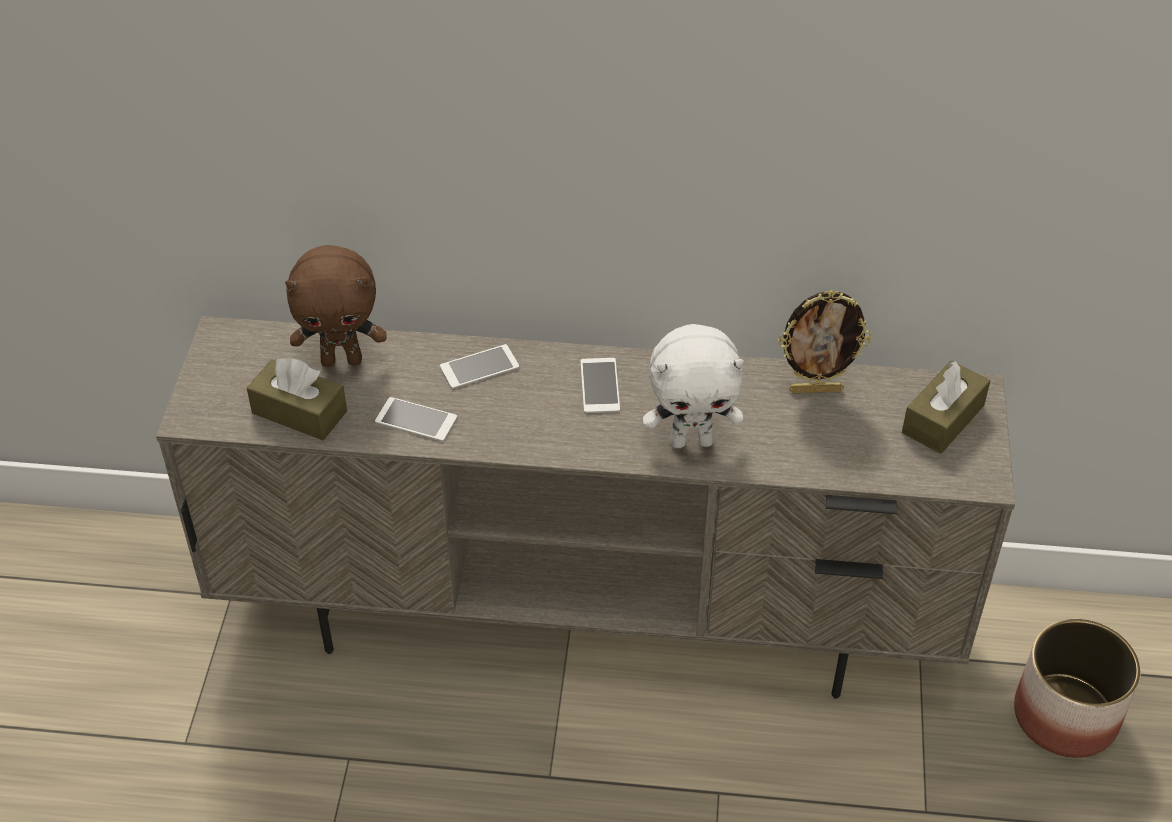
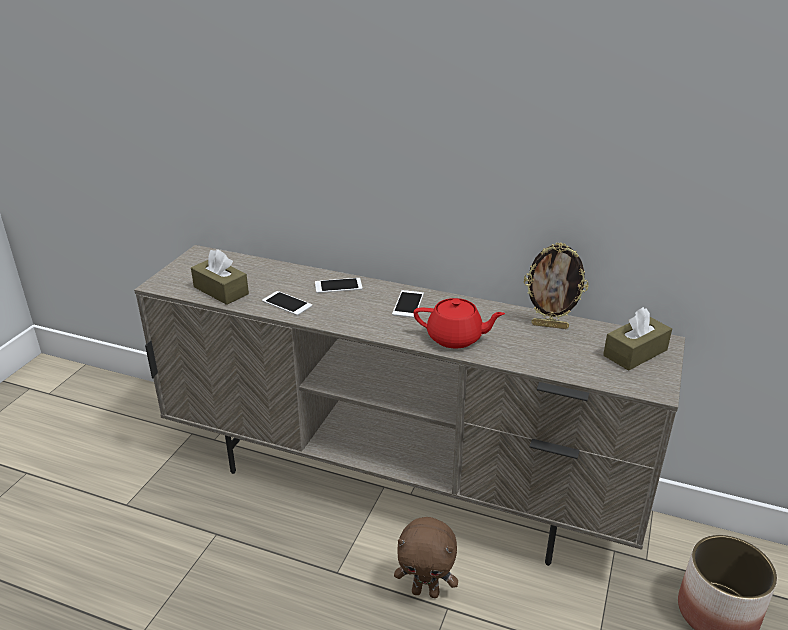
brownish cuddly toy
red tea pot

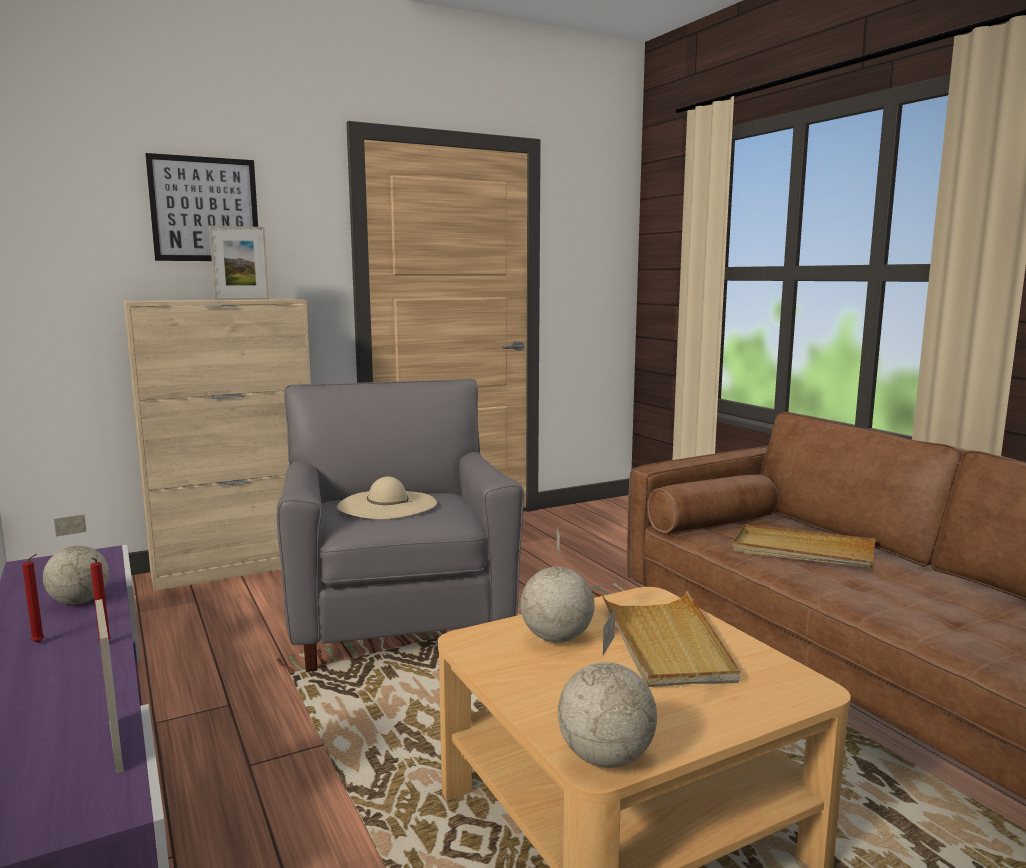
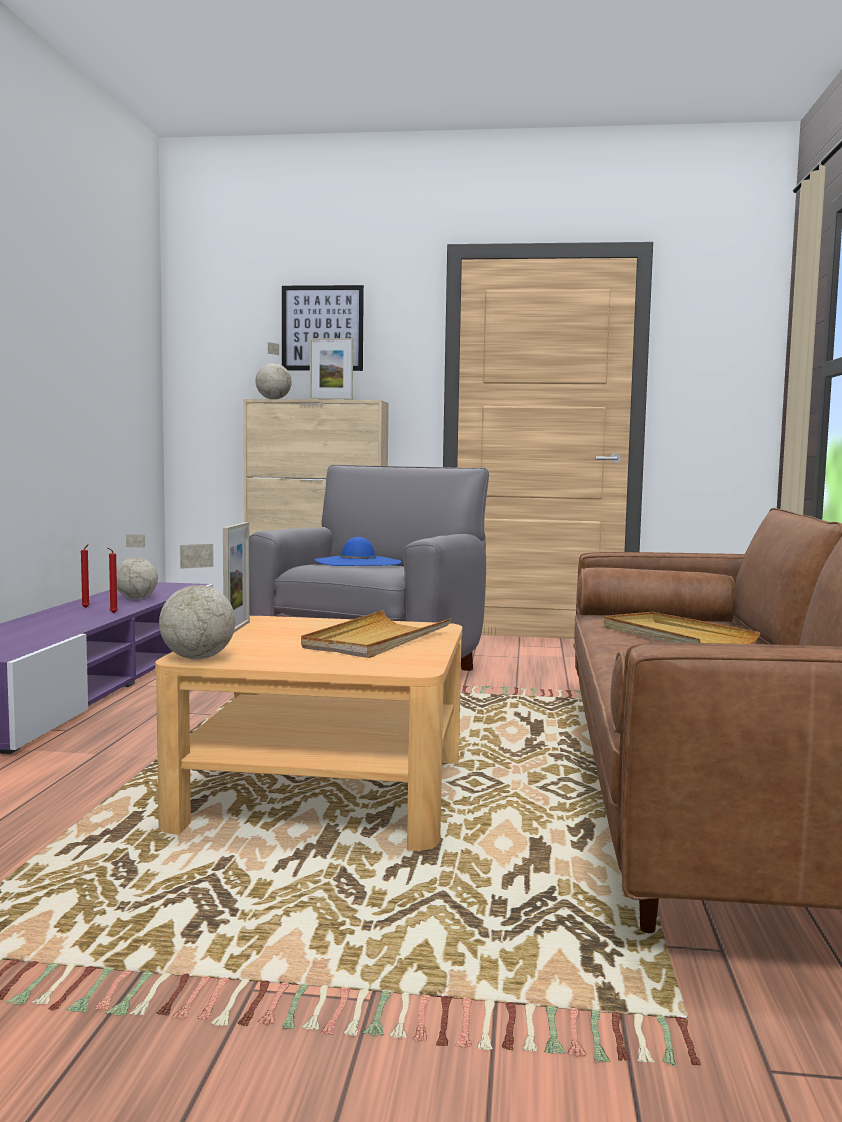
picture frame (1st from left)
desk globe (3rd from left)
blue hat

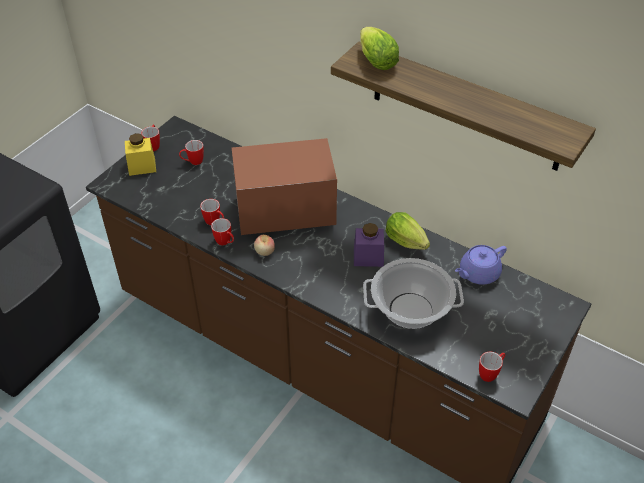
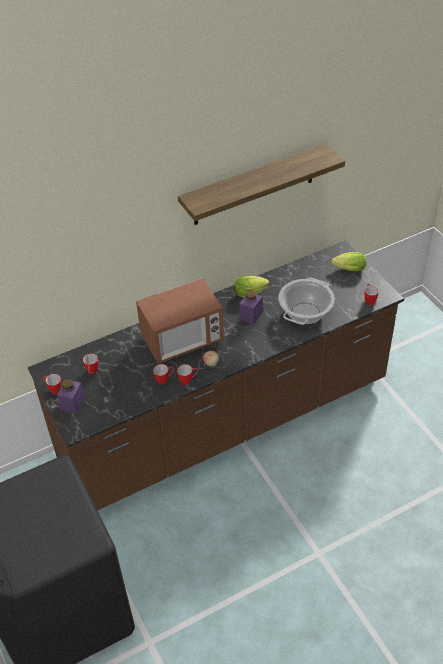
purplish tea pot
lettuce head (2nd from left)
purplish jar (1st from left)
microwave

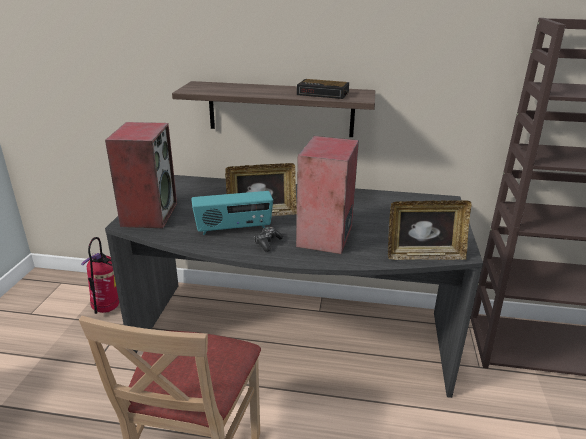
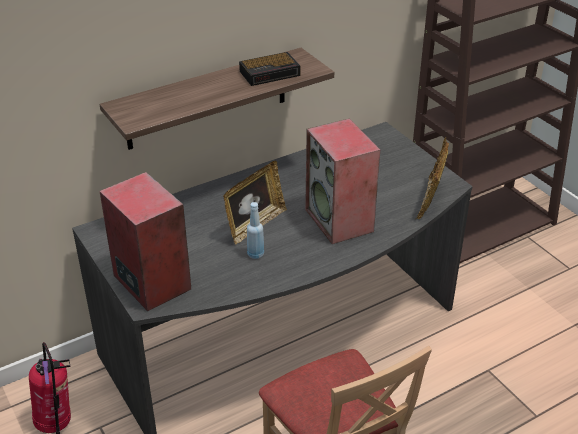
gamepad
blue drink bottle
picture frame (2nd from left)

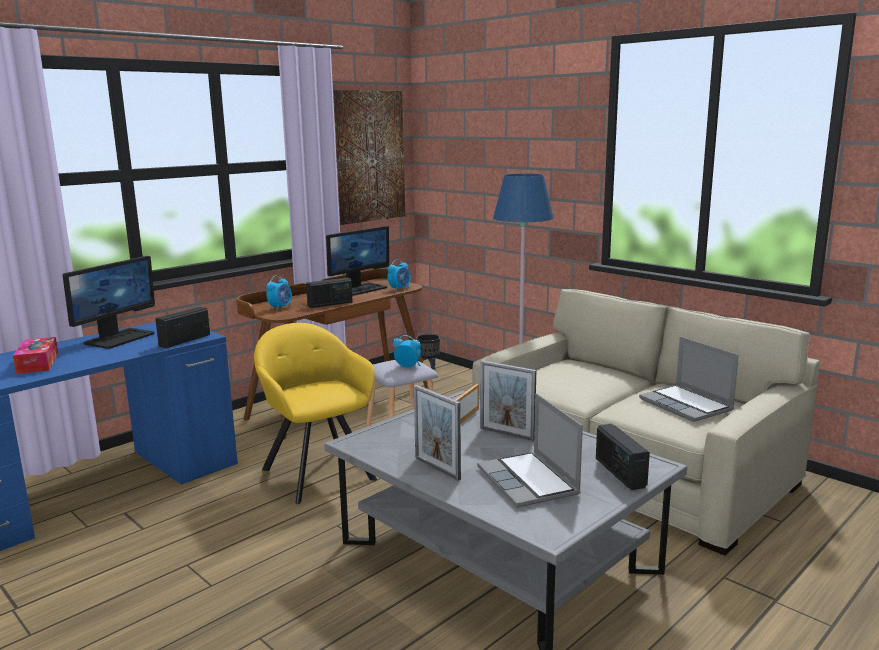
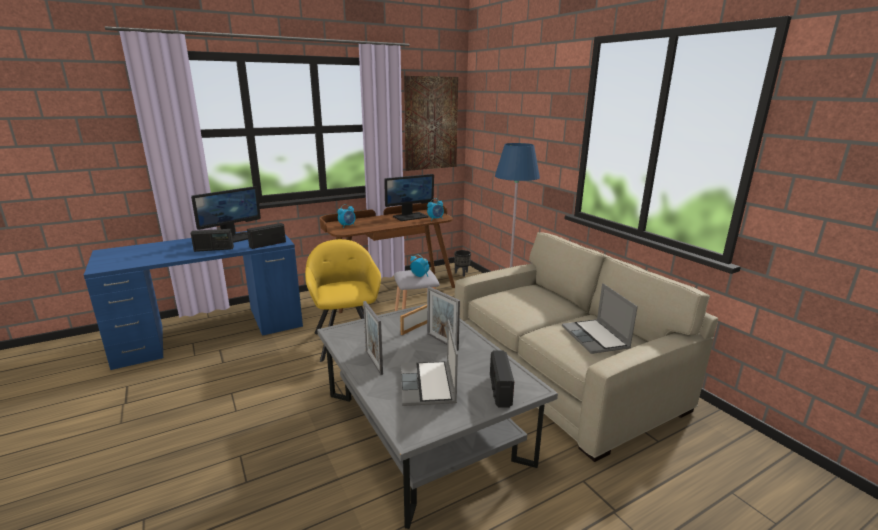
box of tissues
radio receiver (1st from left)

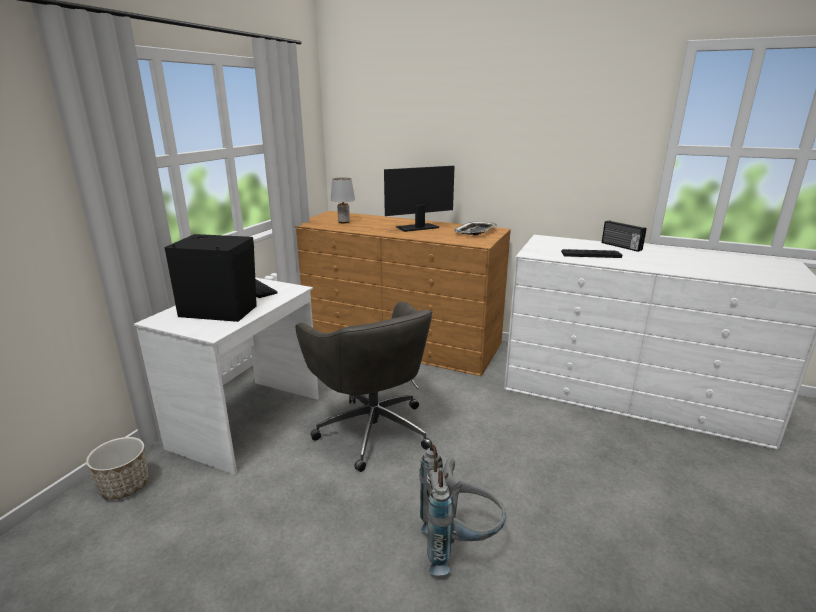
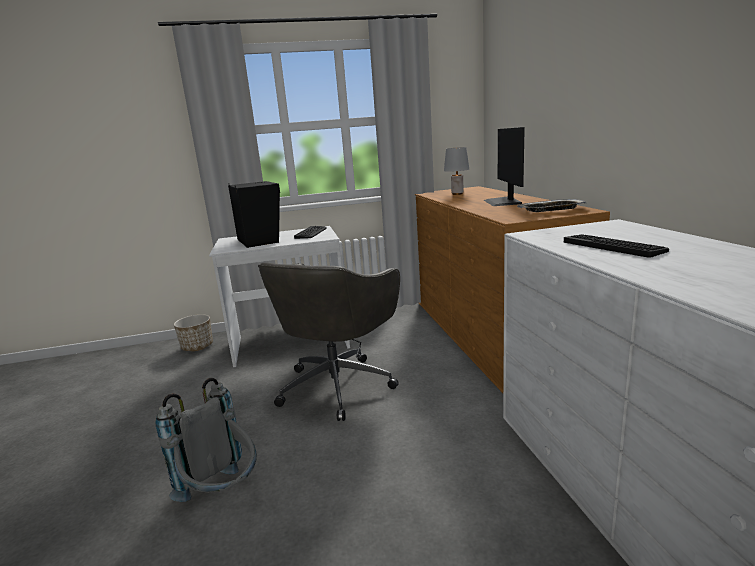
radio receiver
computer display

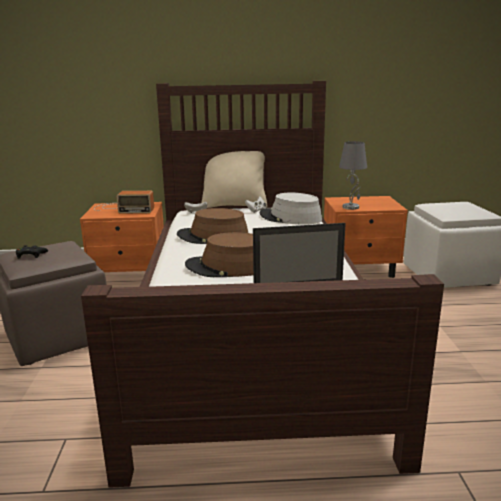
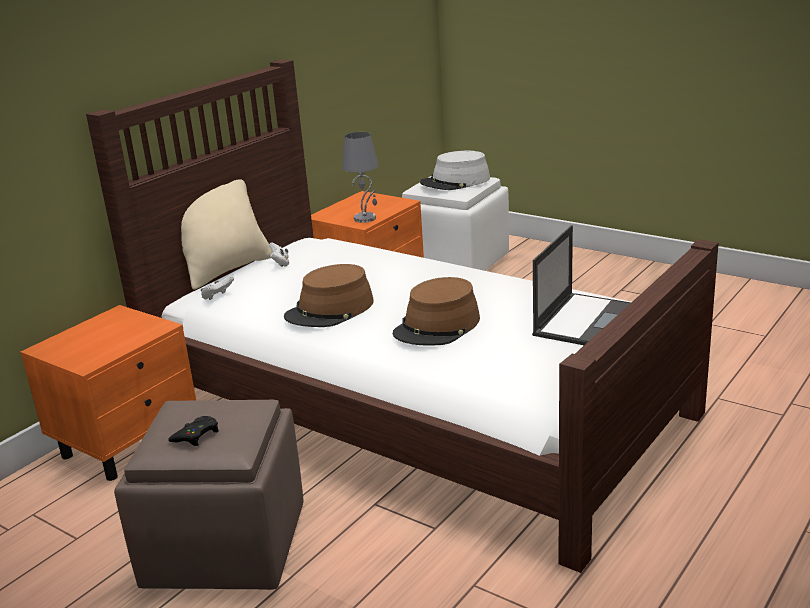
radio receiver
greyish hat

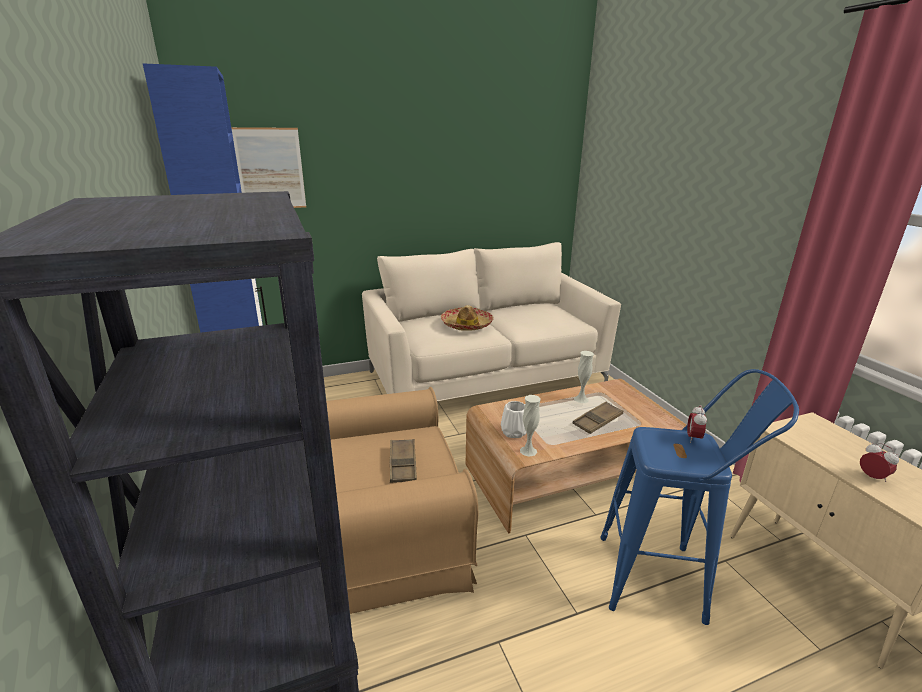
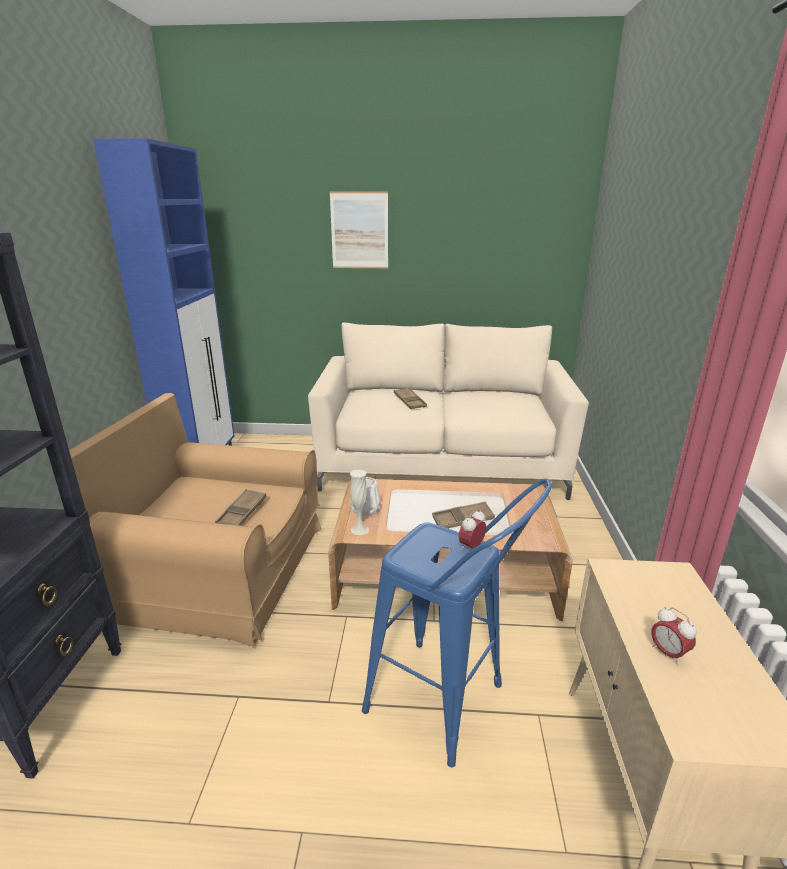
white flower vase (3rd from left in the first image)
wall art
brownish serving tray (2nd from left)
table clock (2nd from left)

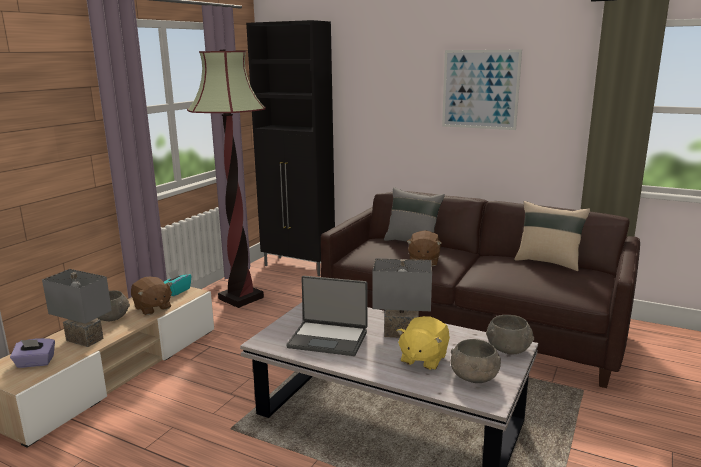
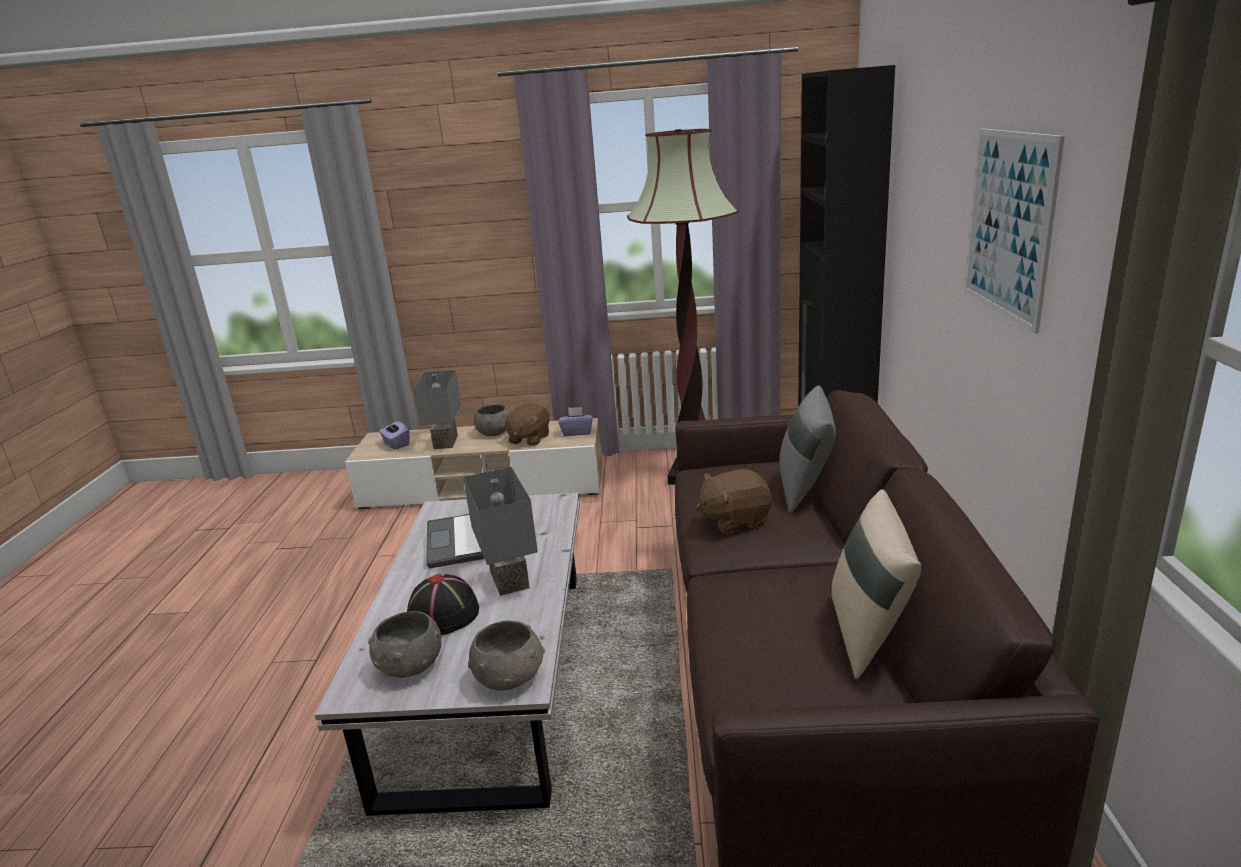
blackish hat
purplish box of tissues (2nd from left)

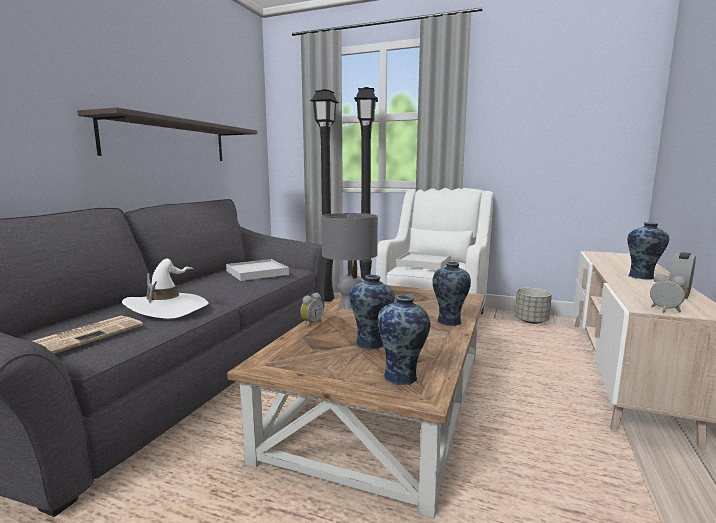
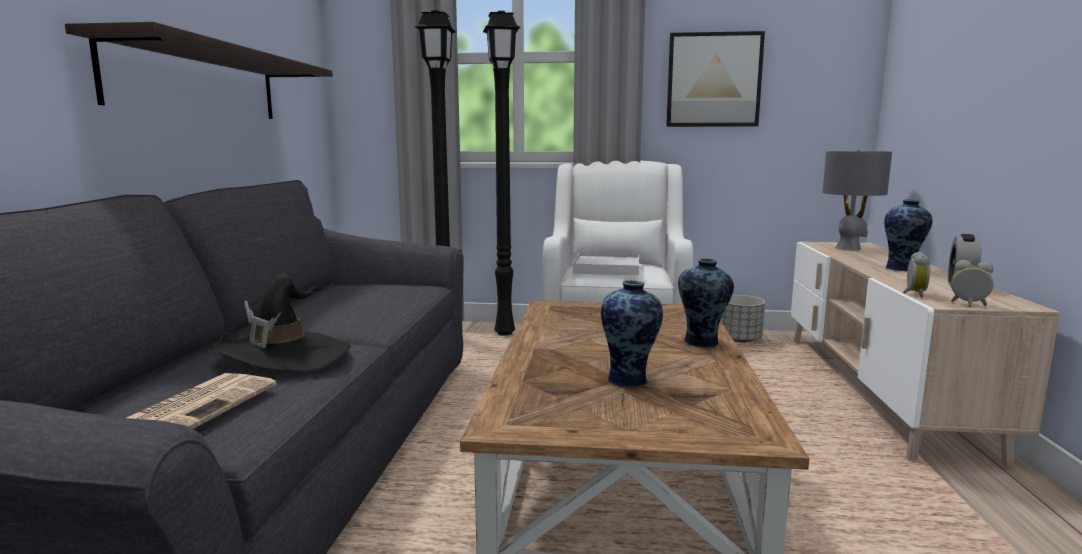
white serving tray (1st from left in the first image)
flower vase (2nd from left in the first image)
wall art
table clock (1st from left)
greyish table lamp
blackish hat

